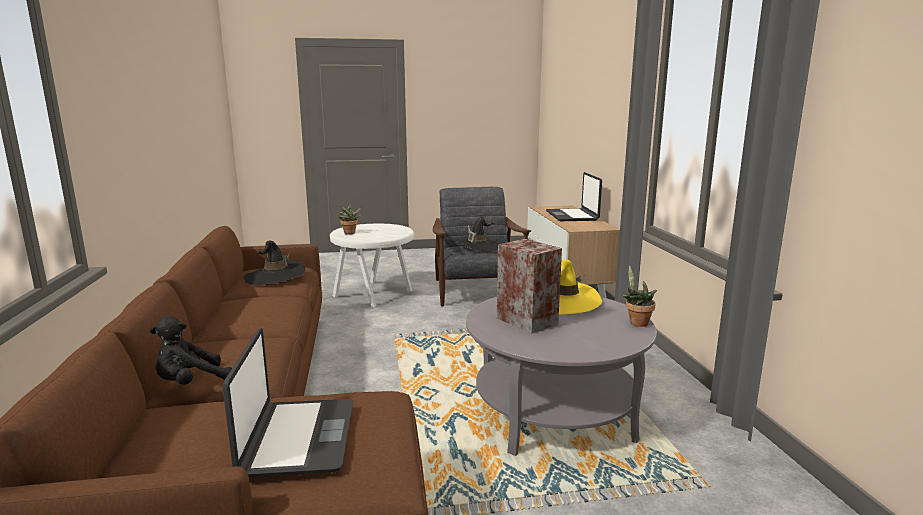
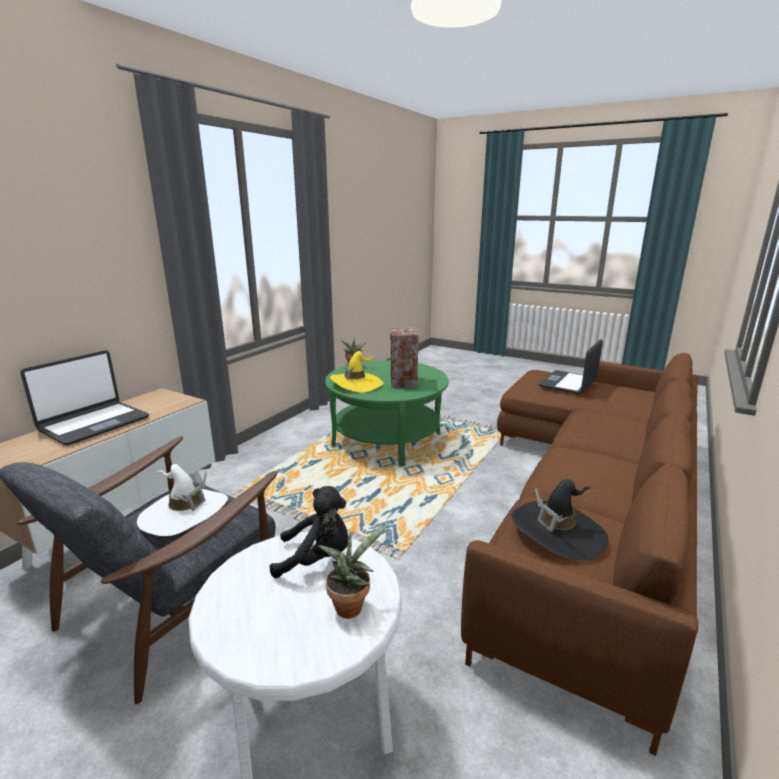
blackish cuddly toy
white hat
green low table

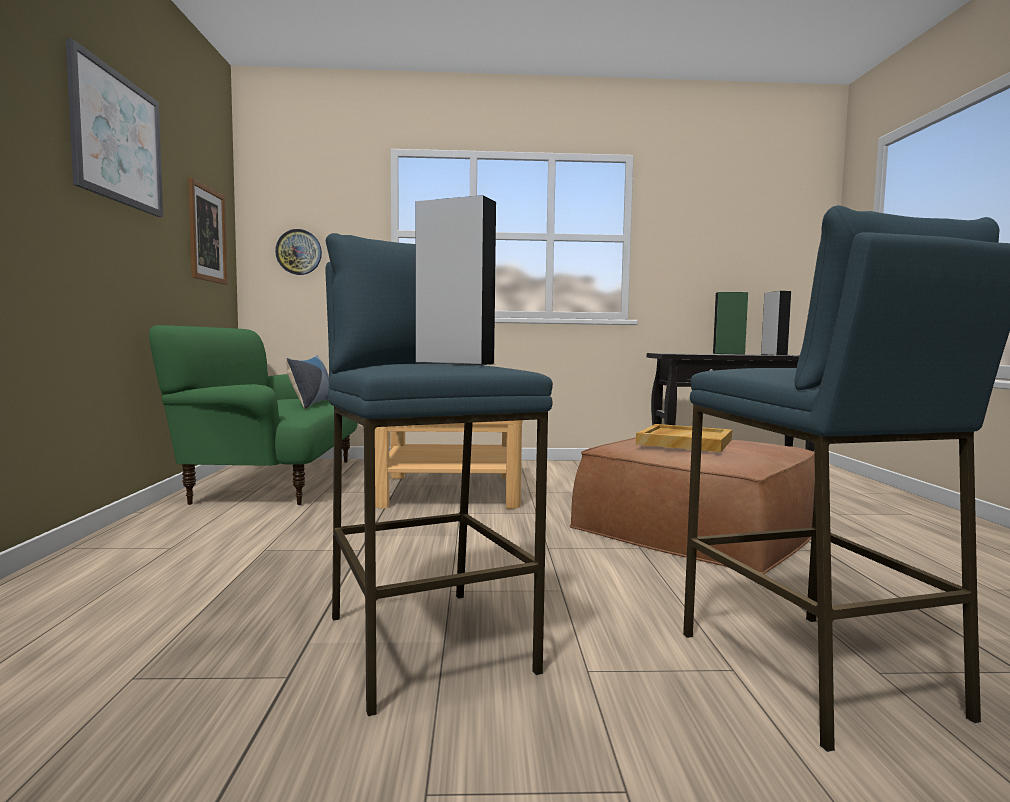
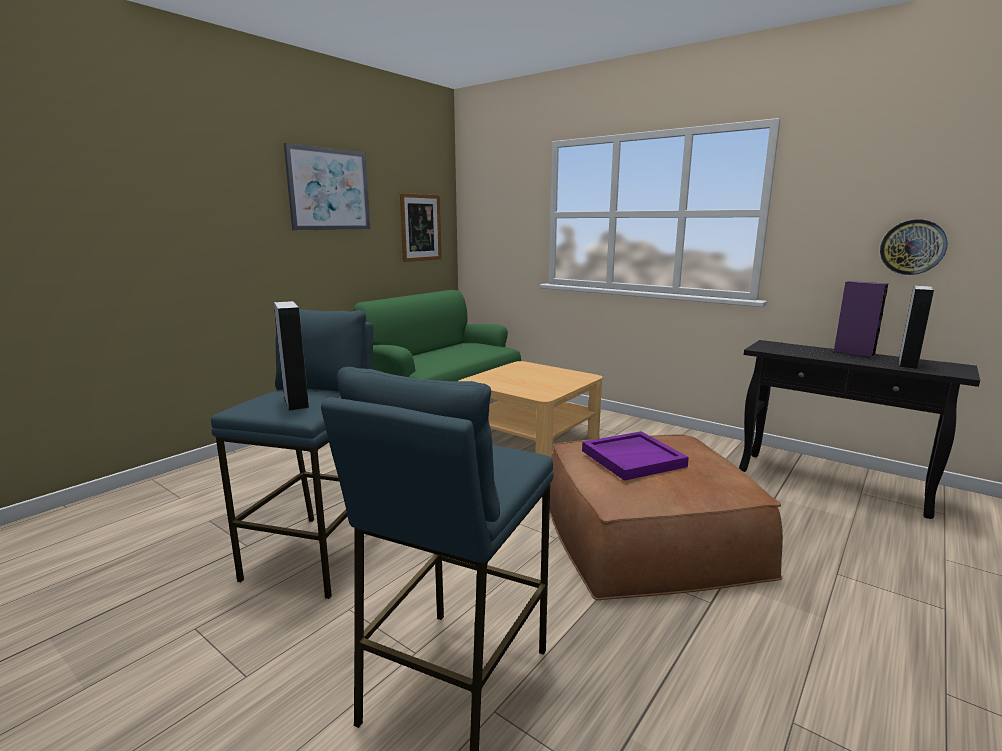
cushion
hanging clock
purplish serving tray
purplish audio speaker

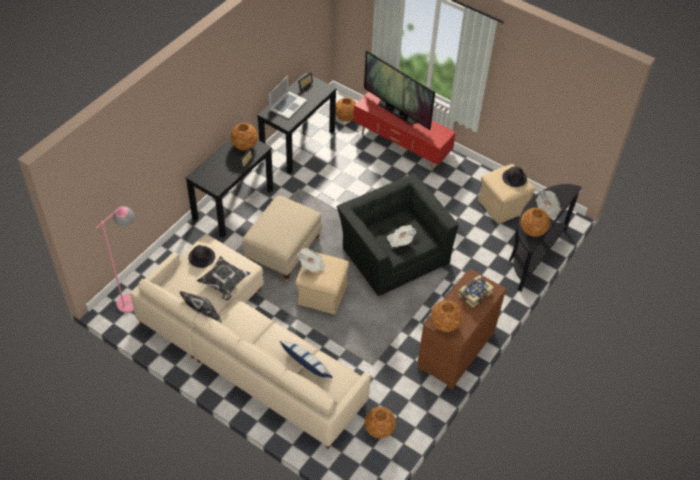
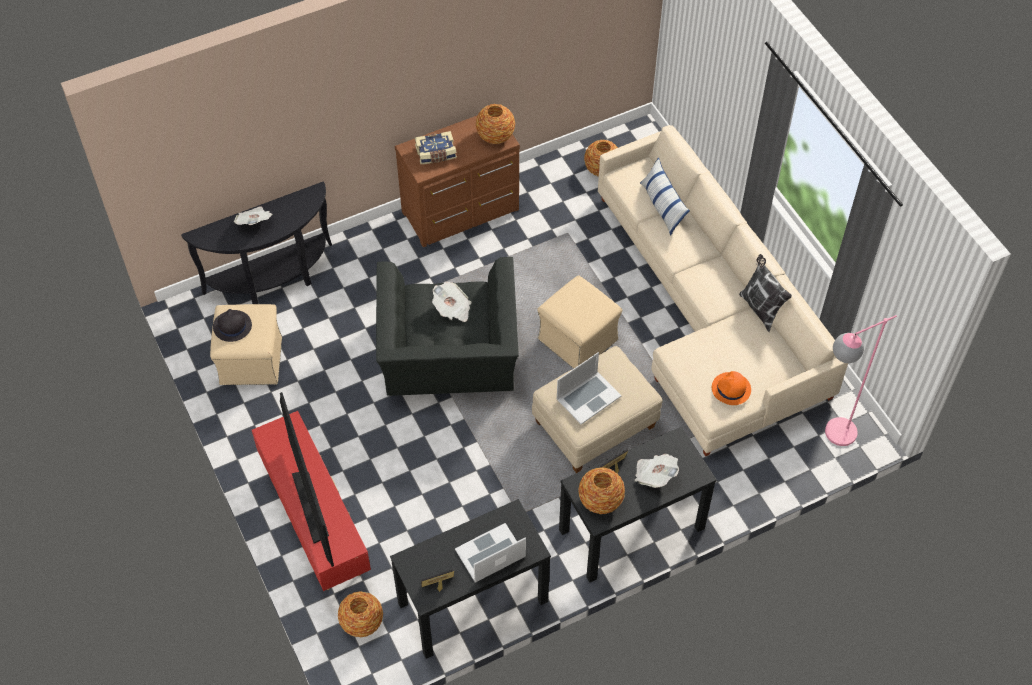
cushion (2nd from left in the first image)
flower vase (5th from left in the first image)
laptop (2nd from left)
newspaper (3rd from left)
orange hat

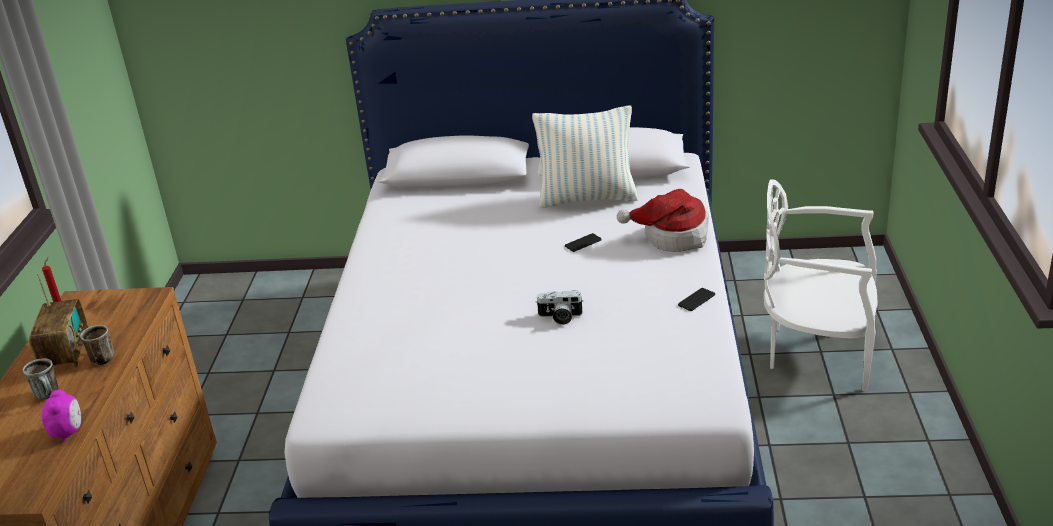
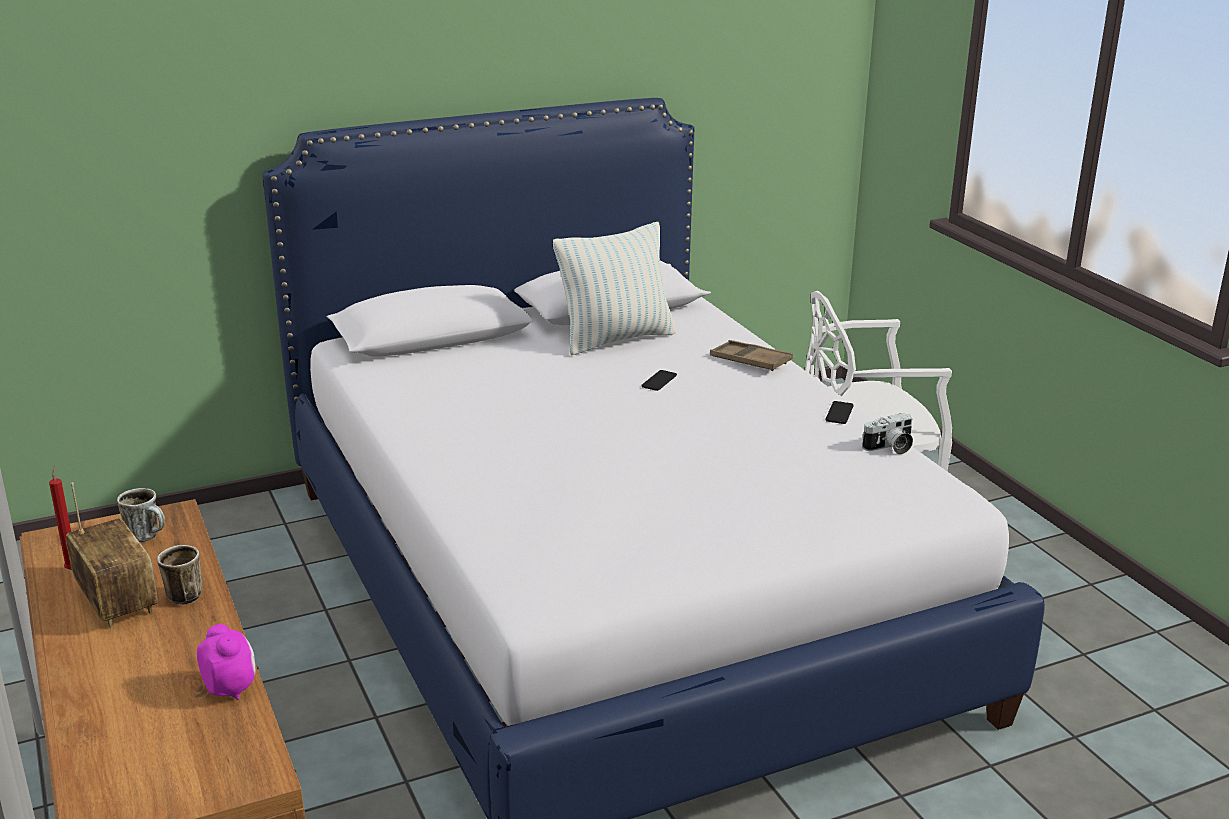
coffee mug (1st from left)
still camera
brownish serving tray

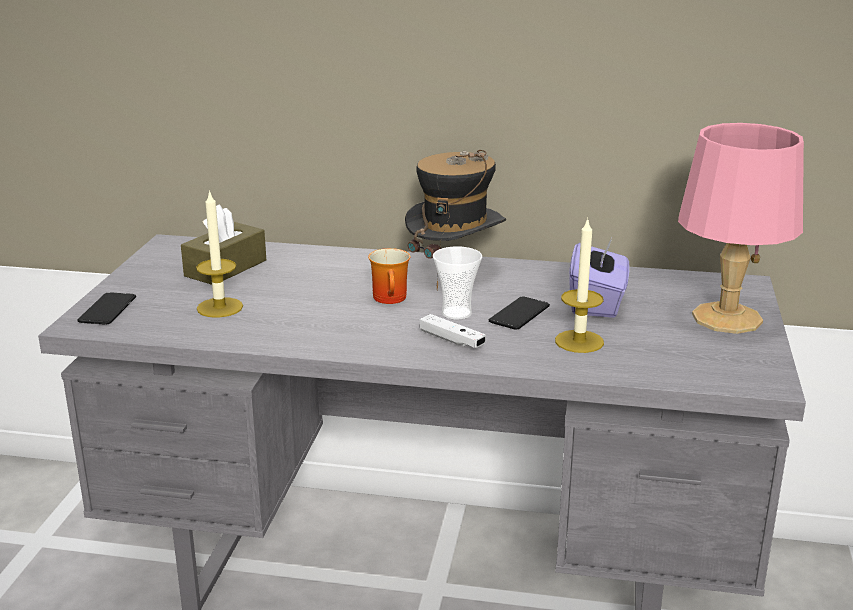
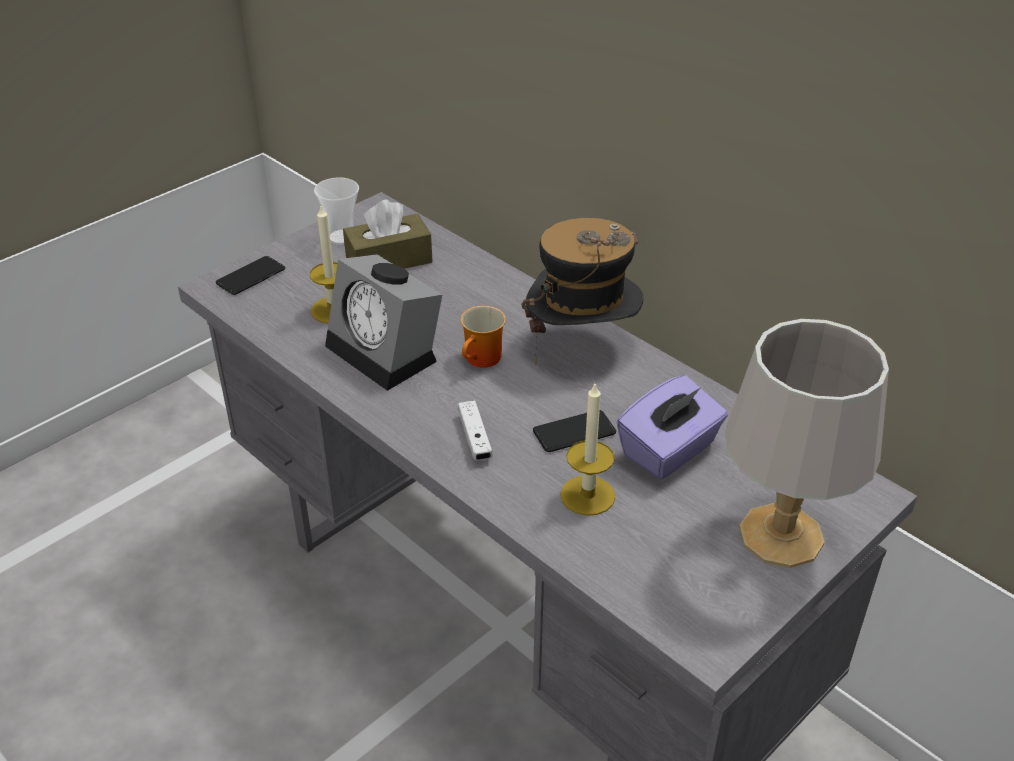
table clock
small cup
greyish table lamp

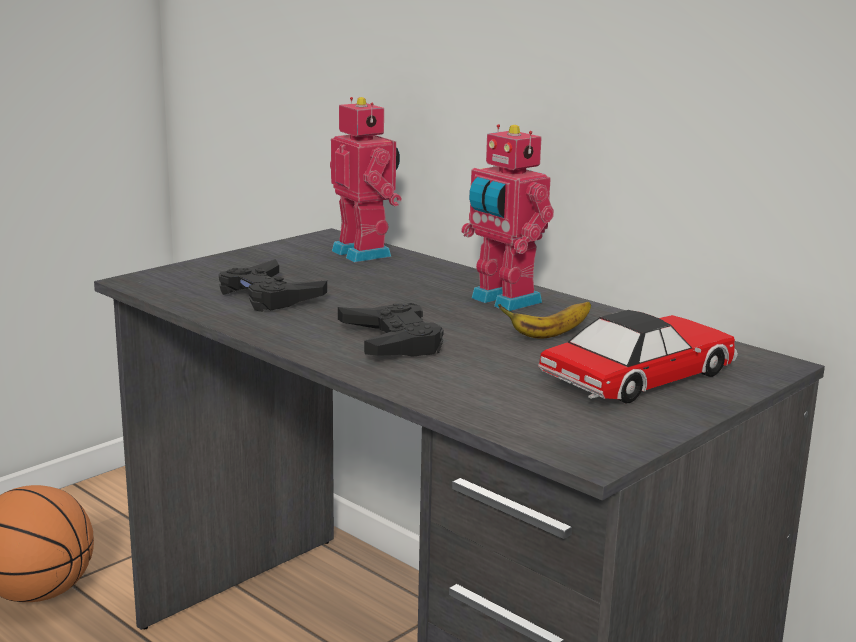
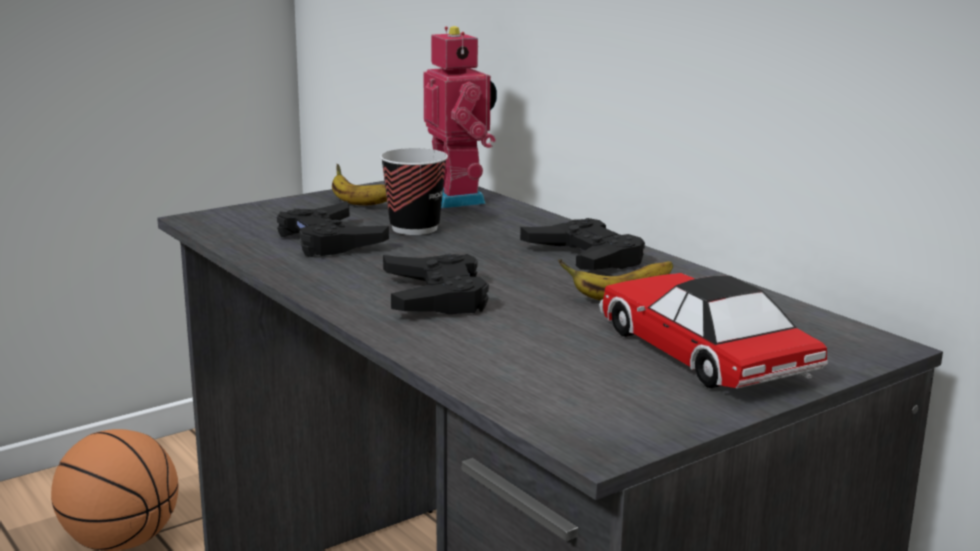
whole banana (1st from left)
small cup
blackish gamepad (3rd from left)
model car

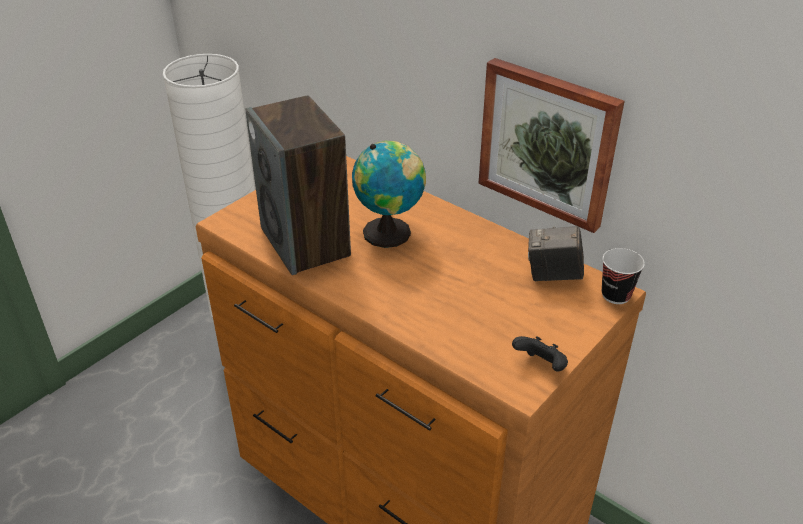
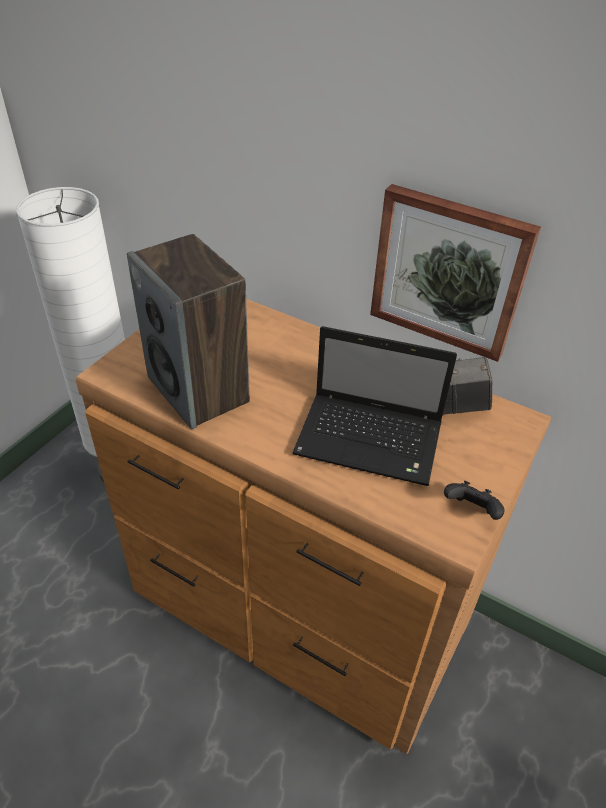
desk globe
small cup
laptop

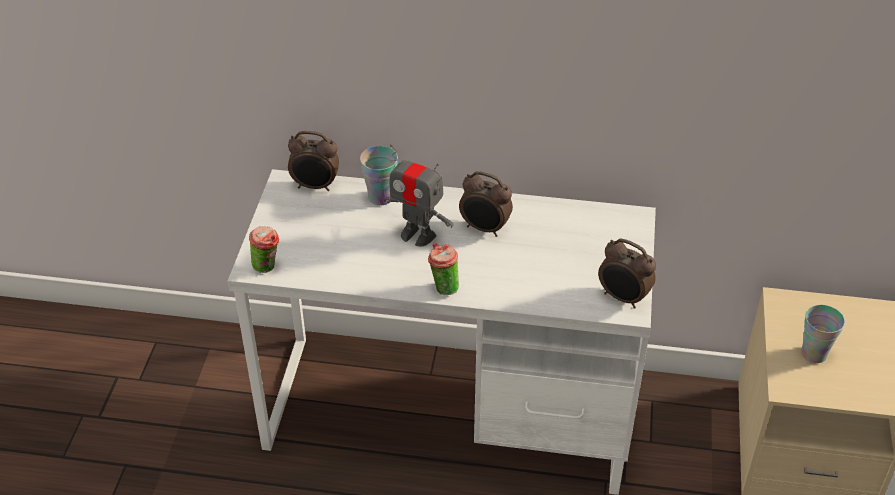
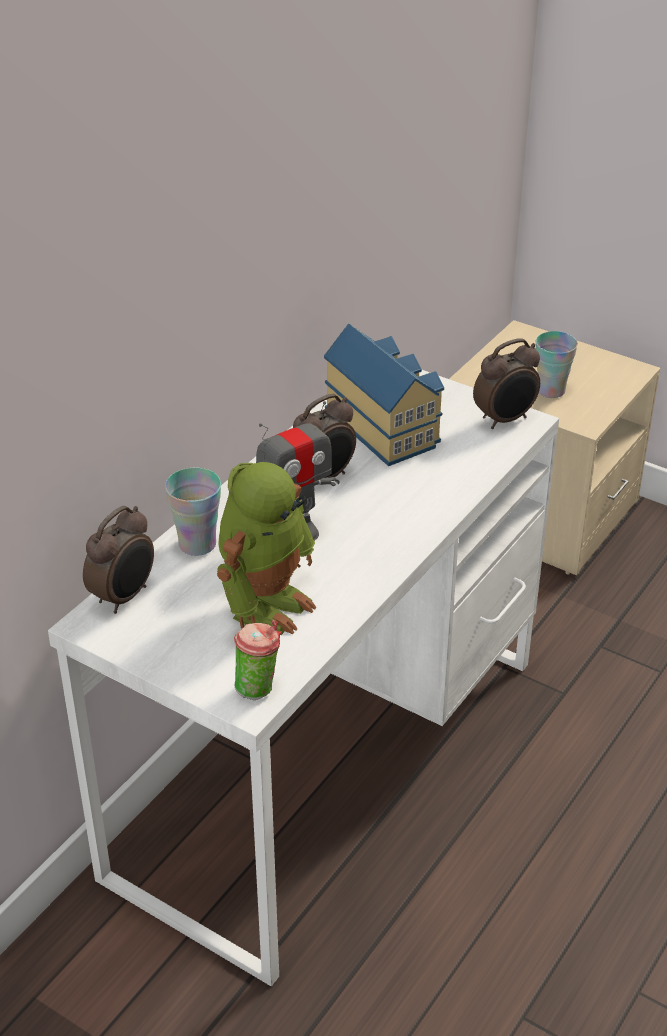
small cup (3rd from left in the first image)
toy robot (1st from left)
miniature house

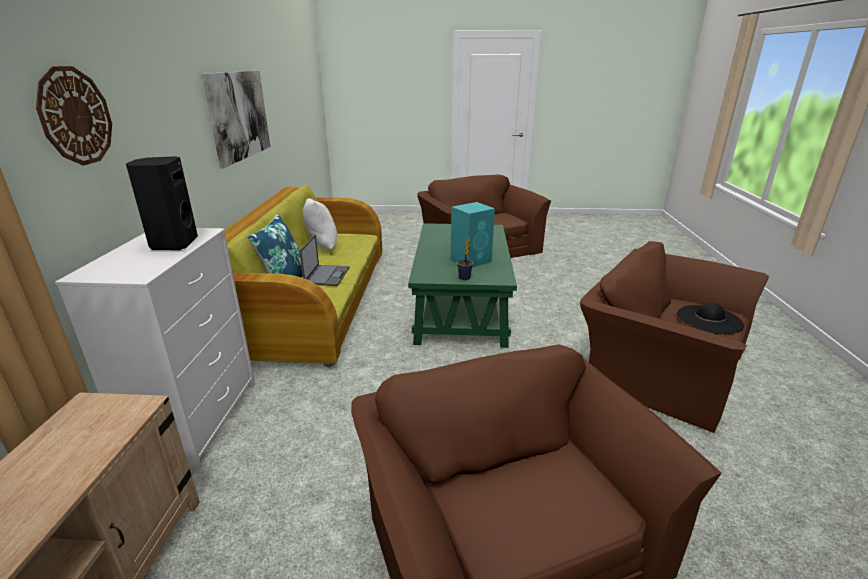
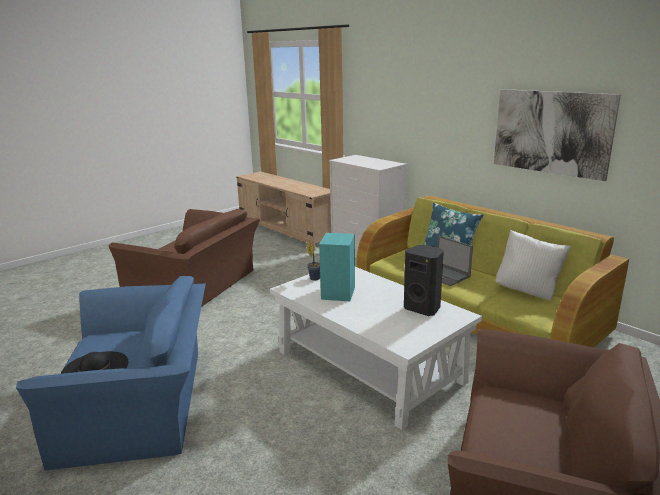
hanging clock
blackish audio speaker
white low table
blue lounge chair

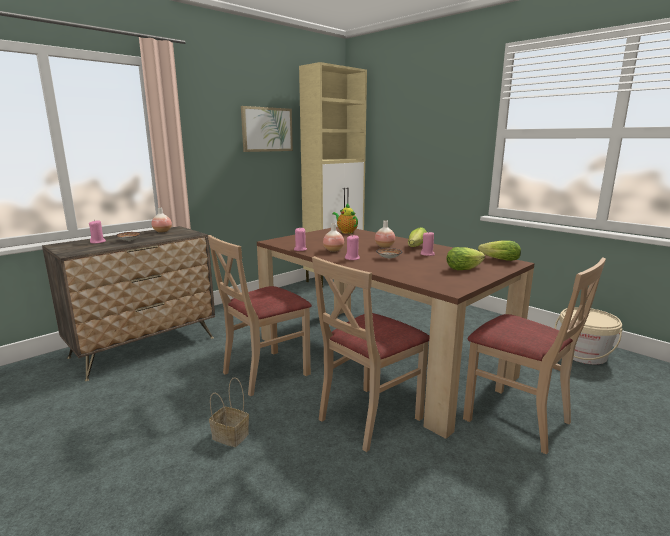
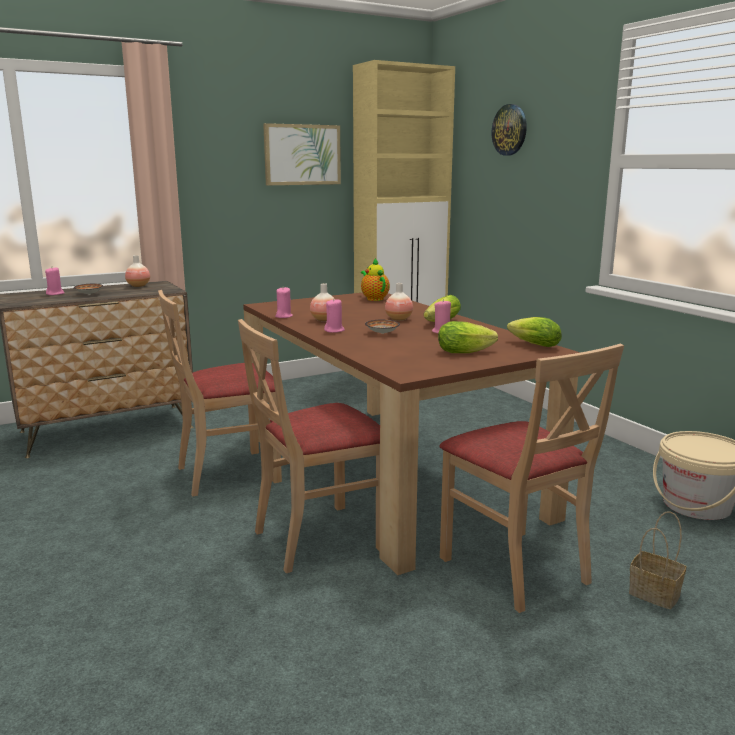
hanging clock
household basket

